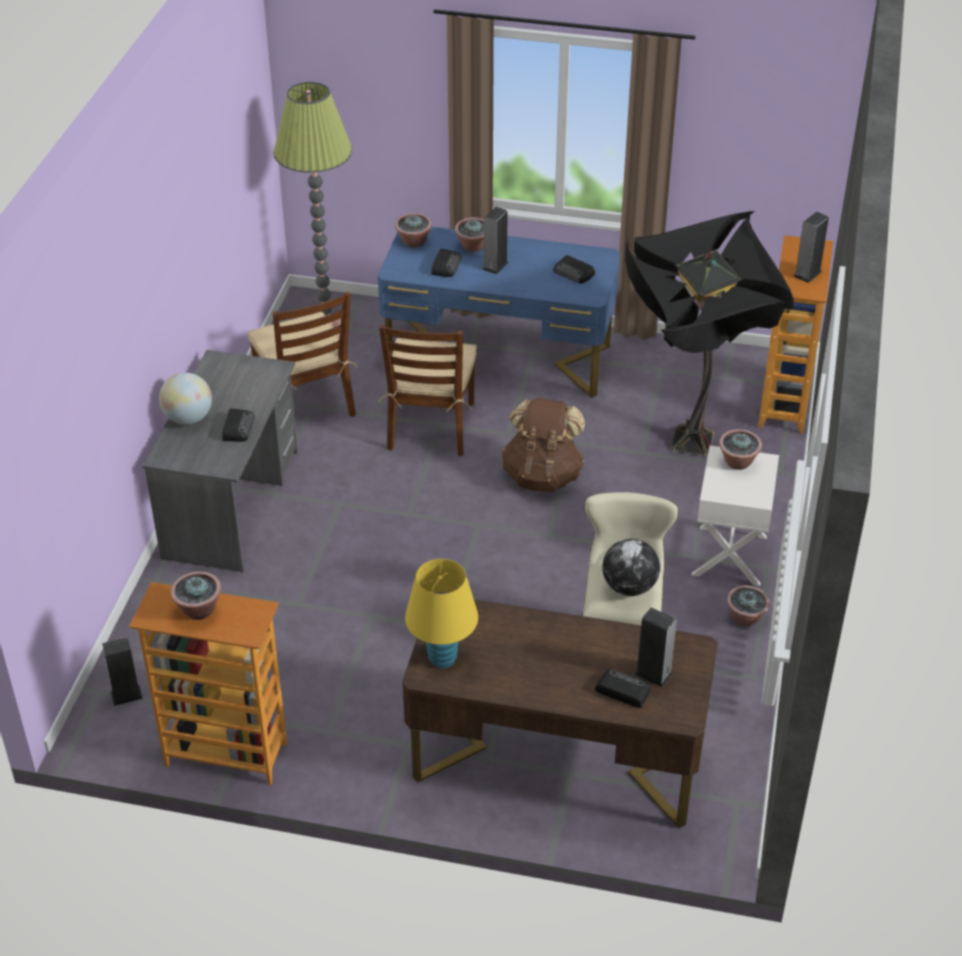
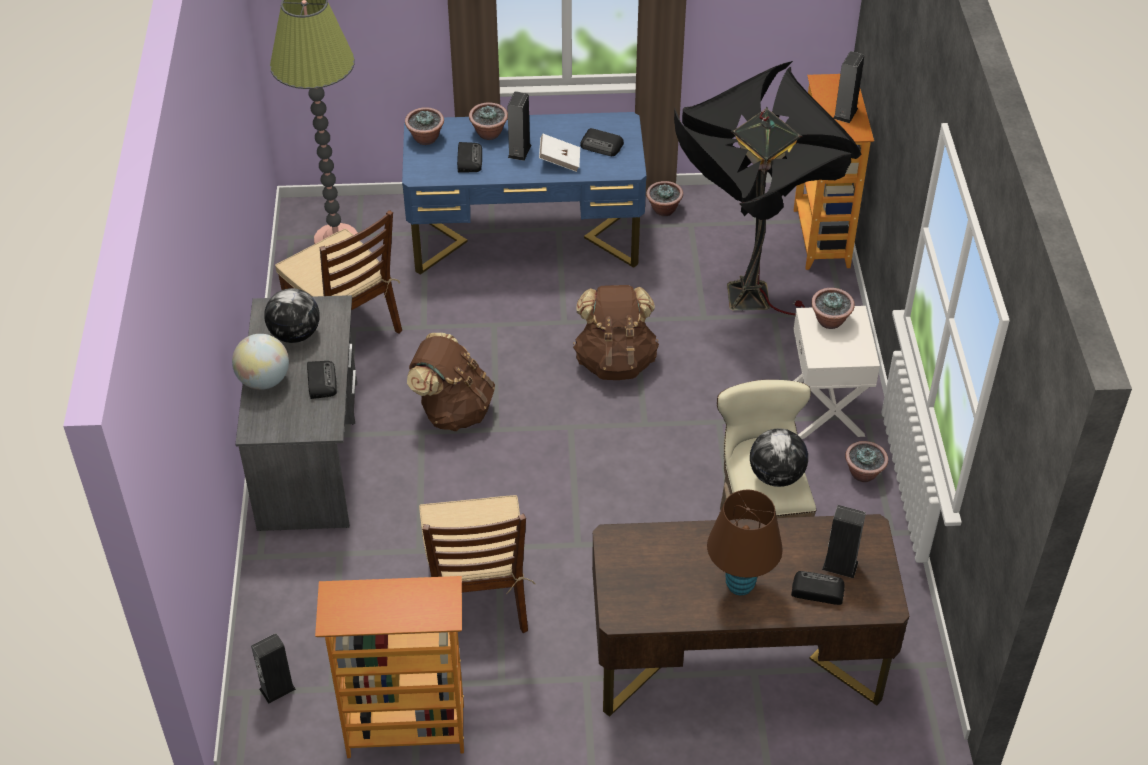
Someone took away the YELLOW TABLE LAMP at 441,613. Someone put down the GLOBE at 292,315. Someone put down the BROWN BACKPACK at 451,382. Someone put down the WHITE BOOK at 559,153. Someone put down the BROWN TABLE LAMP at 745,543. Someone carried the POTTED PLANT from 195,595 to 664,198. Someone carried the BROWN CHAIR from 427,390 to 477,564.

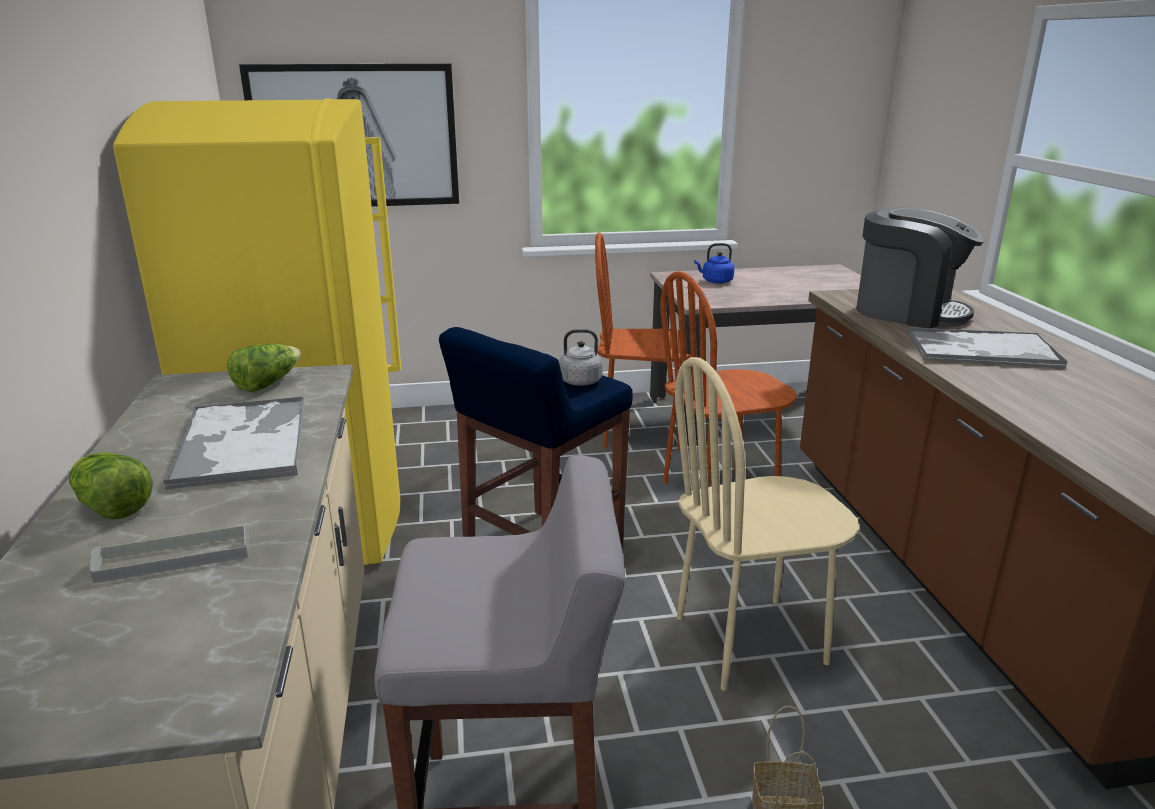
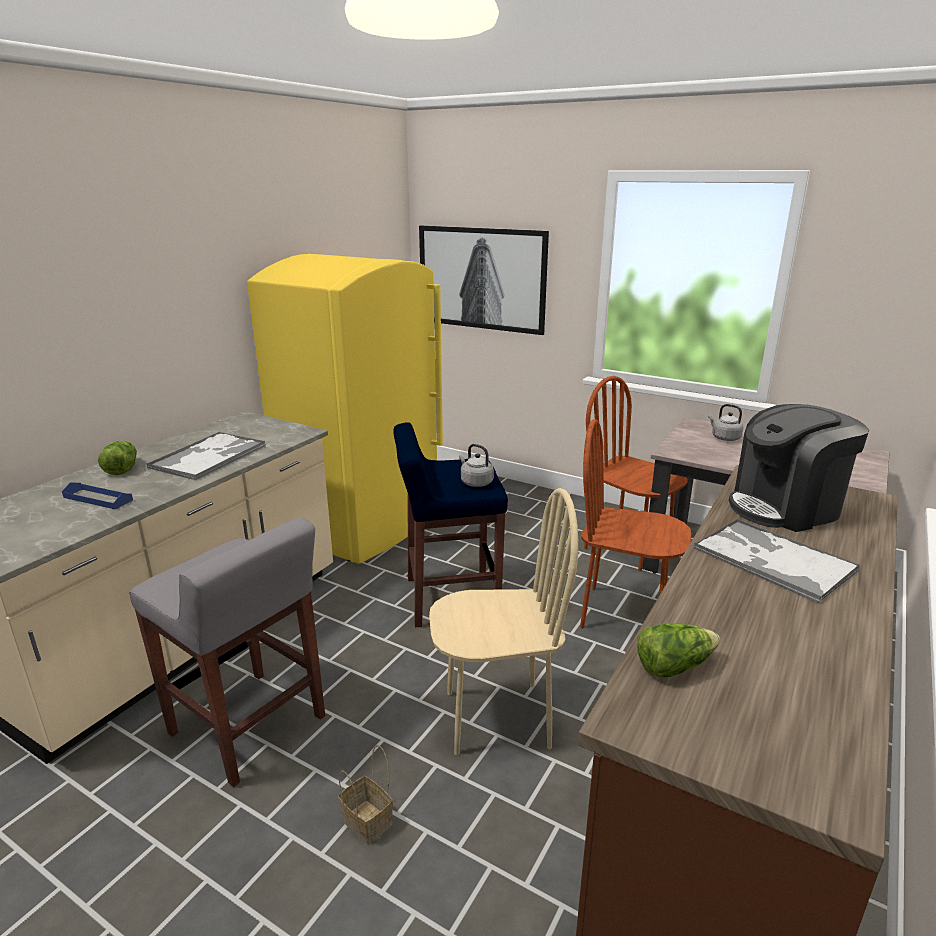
Someone carried the LETTUCE from 264,368 to 678,650. Someone repainted the GREY TRAY at 170,553, which became the BLUE TRAY at 97,496. Someone repainted the BLUE KETTLE at 714,263, which became the GREY KETTLE at 725,422. Someone rotated the BEIGE CHAIR at 767,524 by 150 degrees clockwise. Someone rotated the COFFEE MACHINE at 920,267 by 90 degrees clockwise.

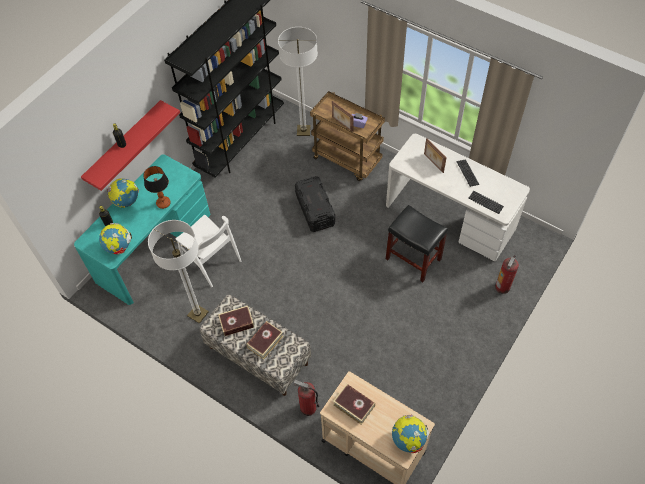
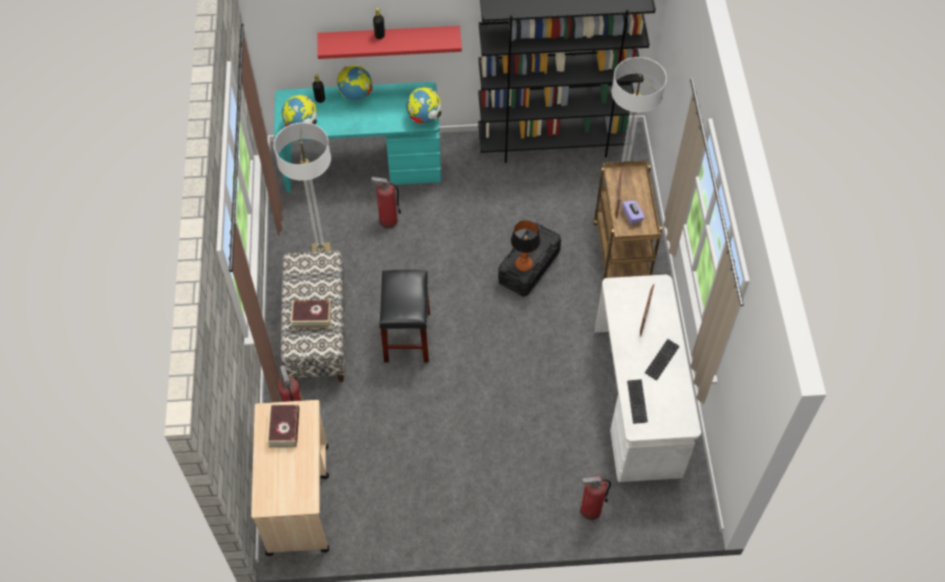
Someone took away the BOOK at 236,321. Someone carried the TABLE LAMP from 157,187 to 526,245. Someone carried the BLACK STOOL from 417,243 to 404,316. Someone carried the GLOBE from 410,434 to 423,105. Someone swapped the WHITE CHAIR at 208,251 for the FIRE EXTINGUISHER at 386,203.

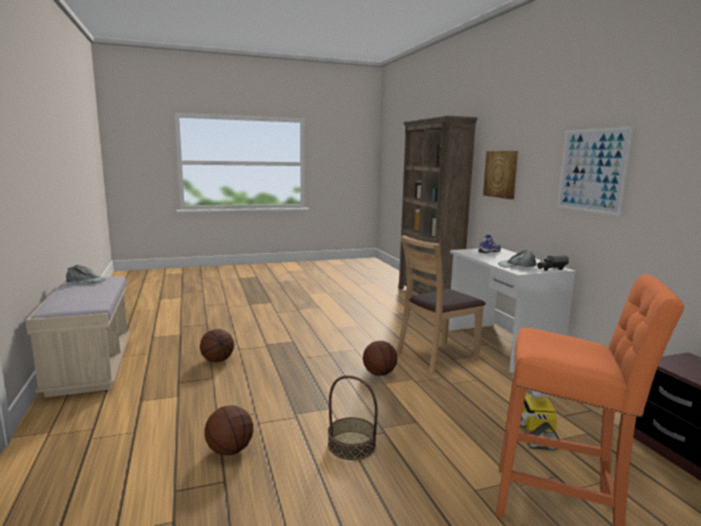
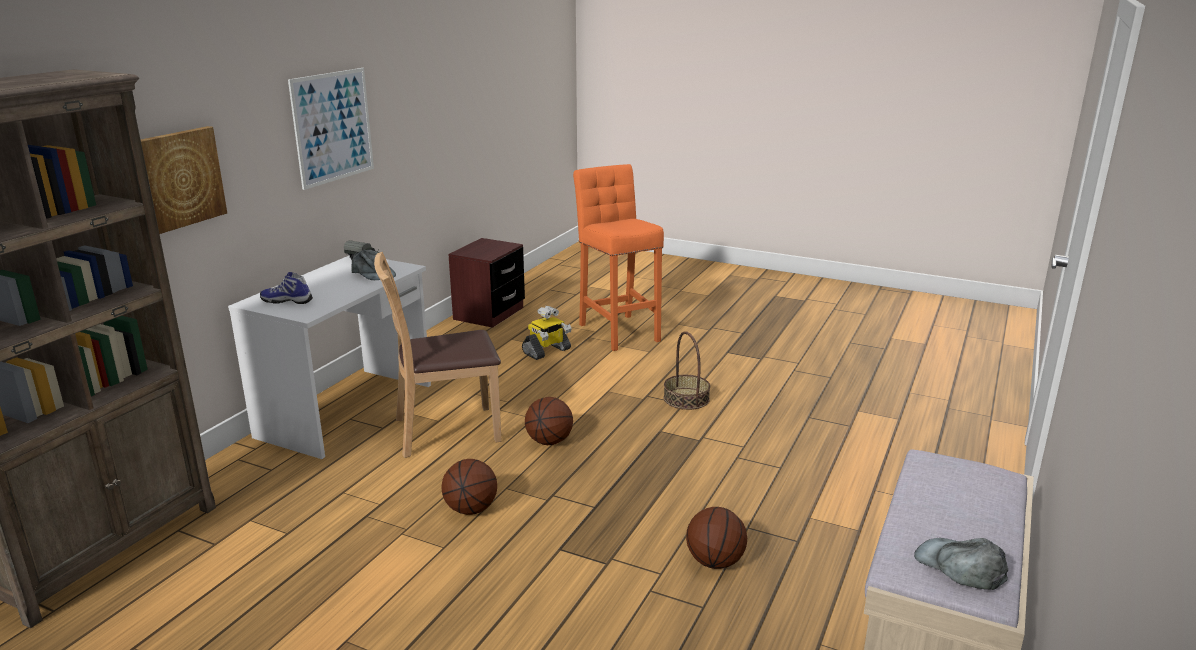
Someone carried the BASKETBALL from 228,430 to 469,487. Someone rotated the BROWN CHAIR at 441,304 by 150 degrees clockwise.

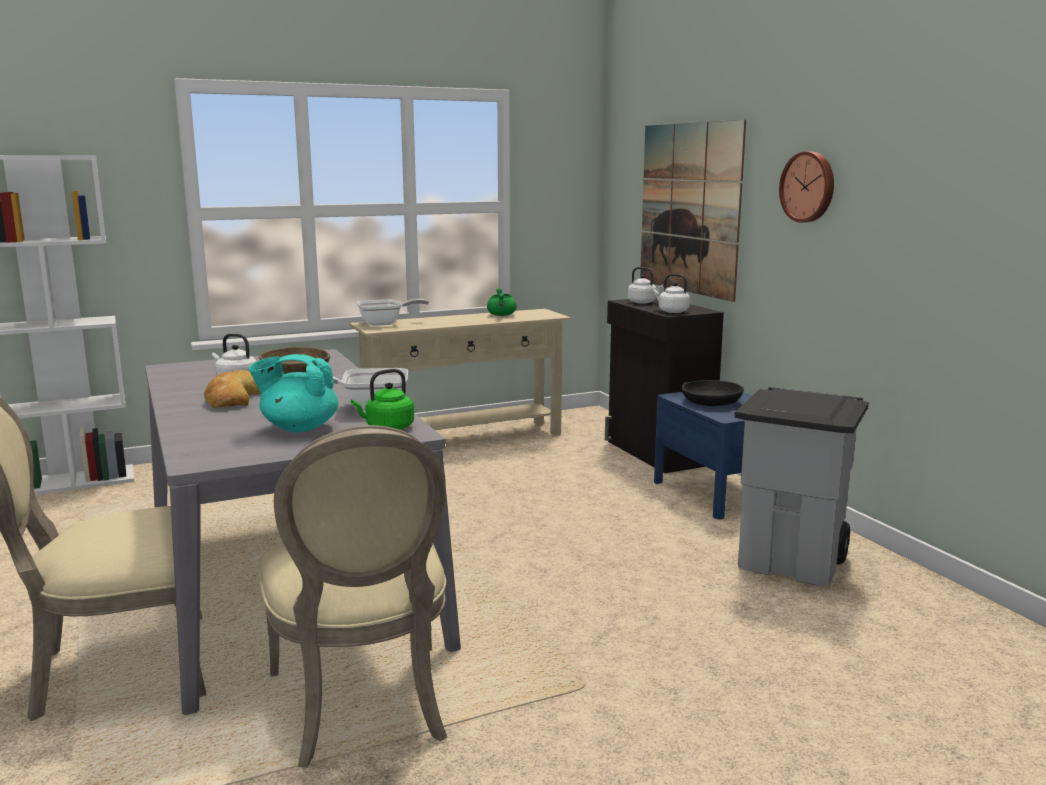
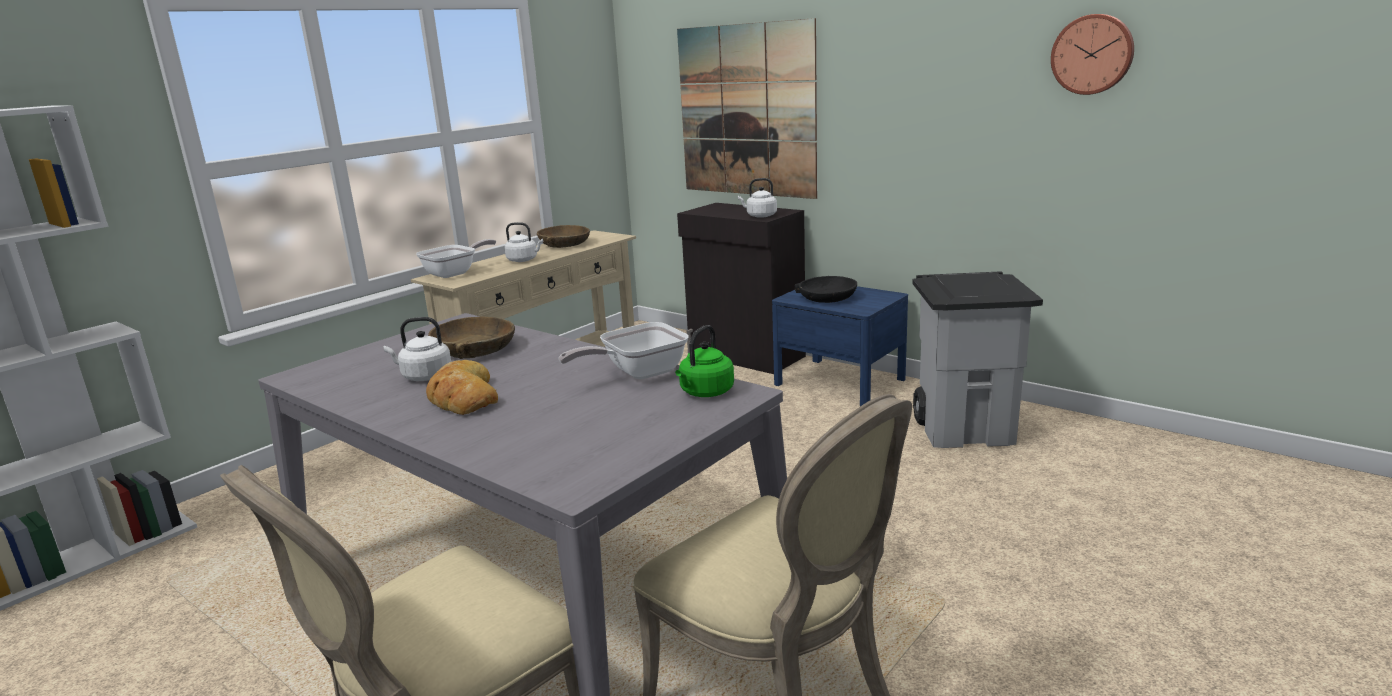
Someone took away the TURQUOISE TEAPOT at 293,393. Someone carried the WHITE KETTLE from 645,285 to 523,242. Someone carried the WALL CLOCK from 806,187 to 1092,54. Someone swapped the GREEN COOKING POT at 502,302 for the BROWN BOWL at 563,236.

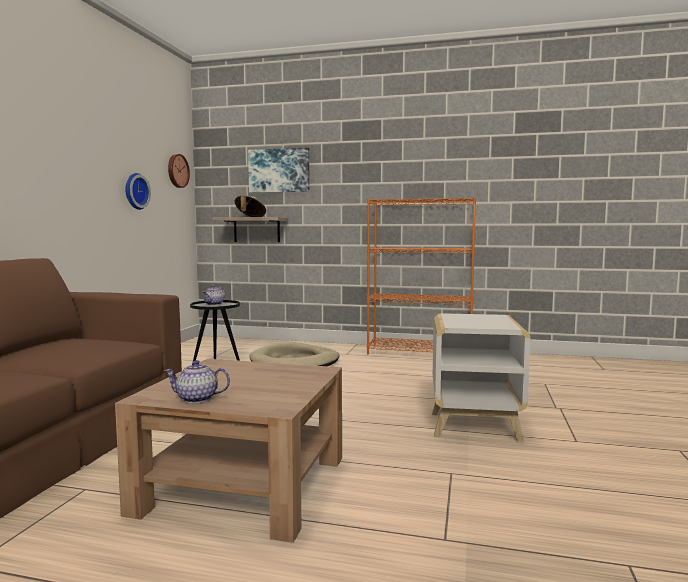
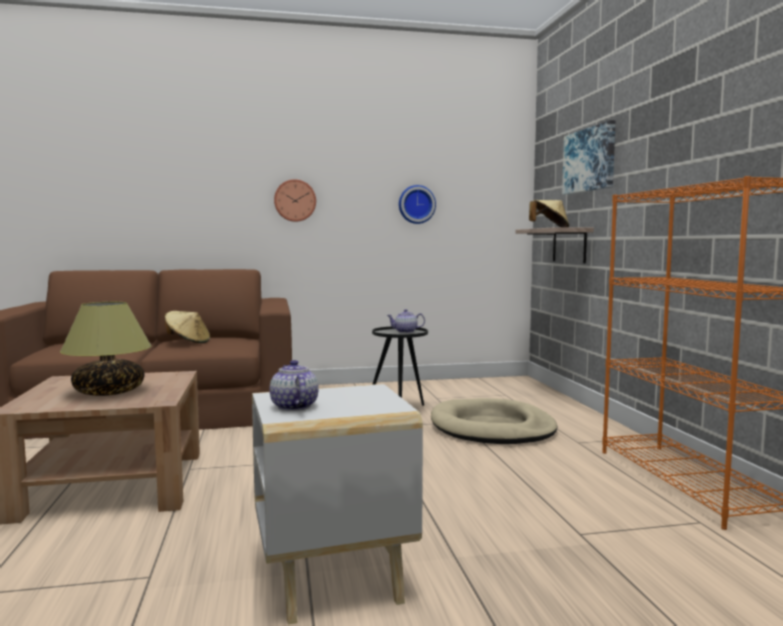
Someone put down the TABLE LAMP at 106,349. Someone put down the BEIGE HAT at 187,327. Someone carried the TEAPOT from 197,381 to 294,385. Someone carried the WALL CLOCK from 179,171 to 295,200.

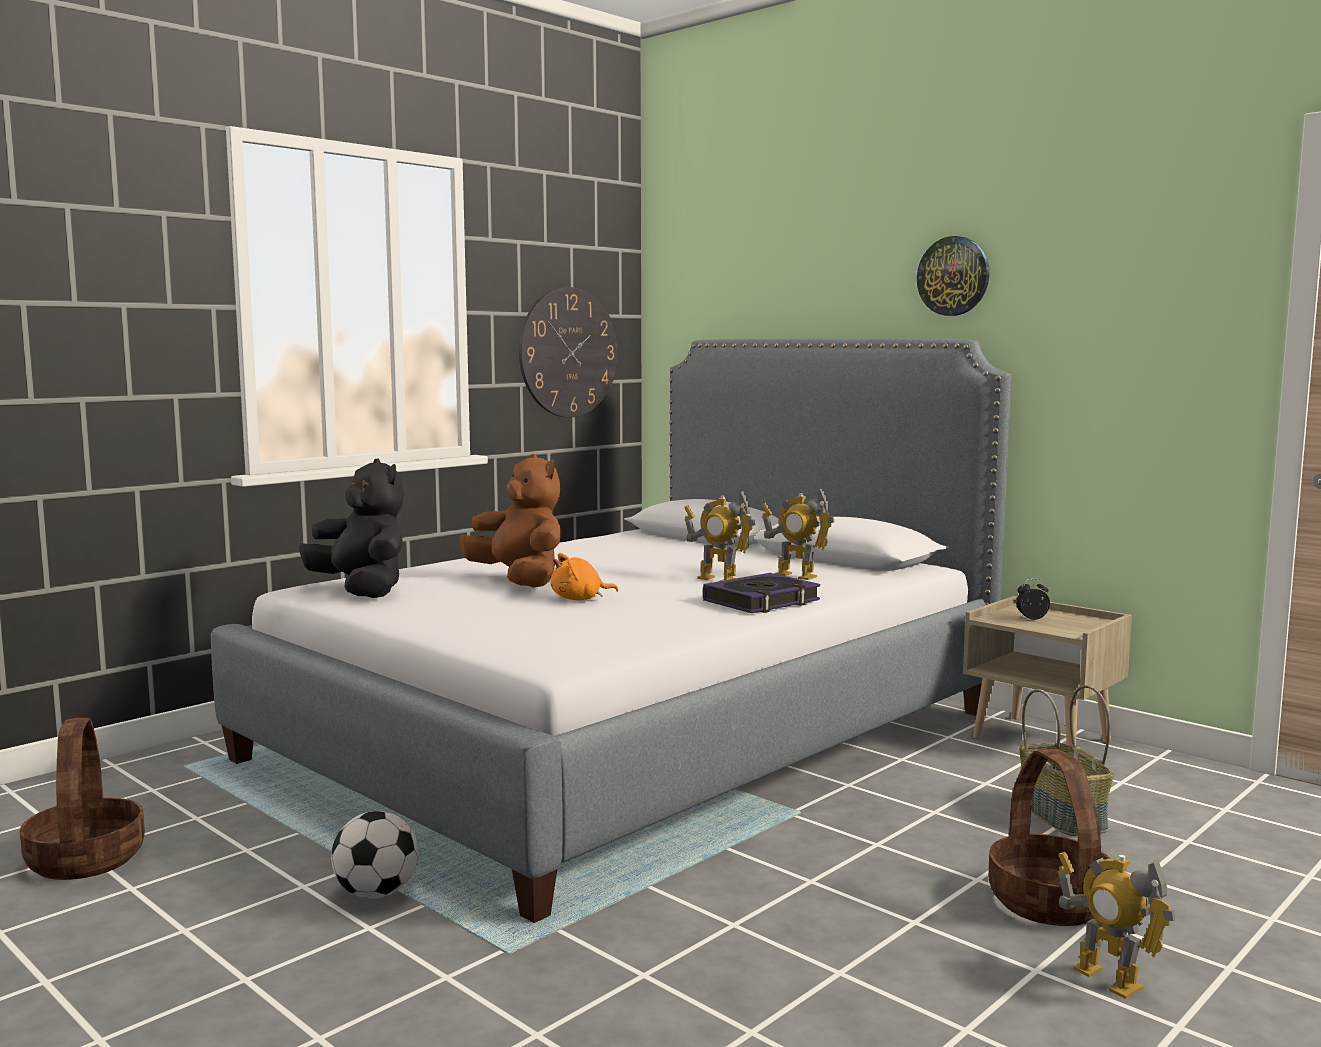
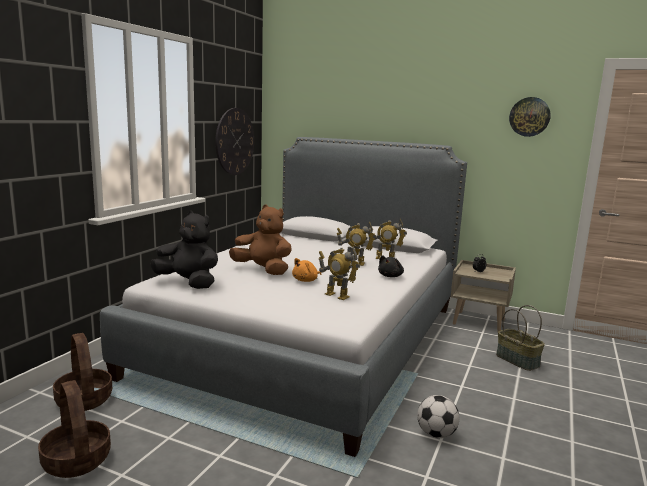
Someone carried the FOOTBALL from 374,855 to 438,416. Someone carried the WALL CLOCK from 953,276 to 530,117. Someone carried the BASKET from 1049,837 to 82,372. Someone carried the TOY ROBOT from 1116,925 to 339,273. Someone swapped the BOOK at 761,593 for the BLACK PLUSH TOY at 391,266.

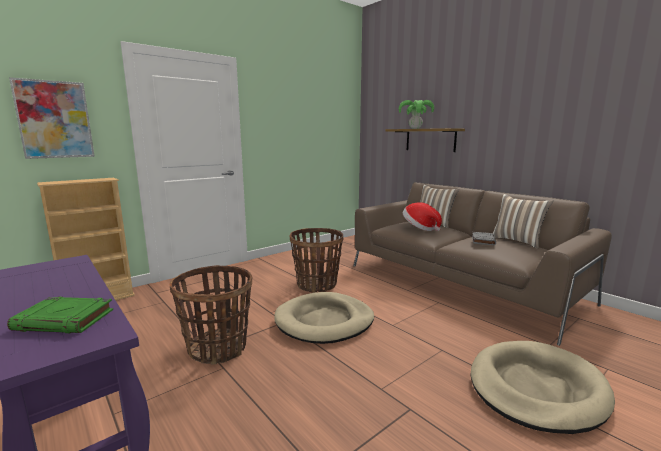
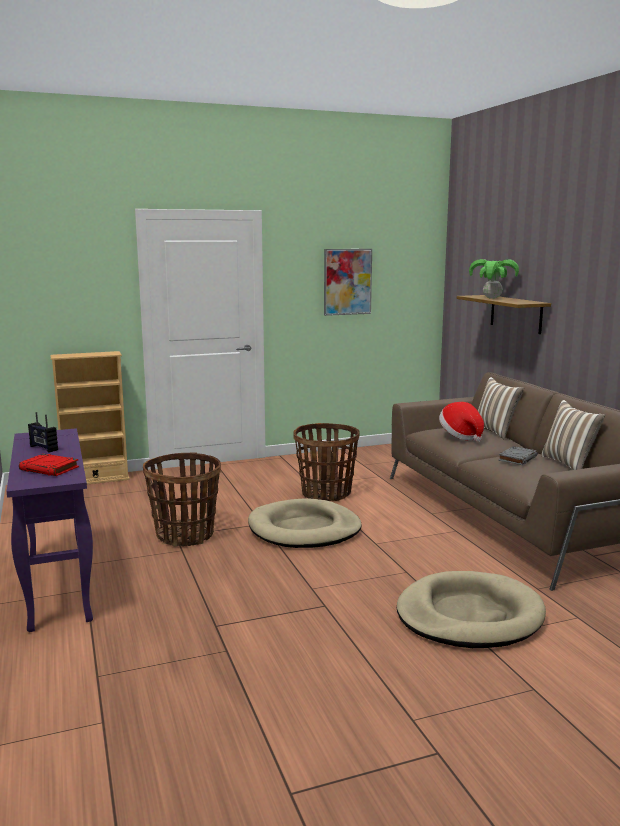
Someone put down the RADIO at 43,432. Someone carried the PICTURE from 52,118 to 348,282. Someone repainted the GREEN BOOK at 60,315, which became the RED BOOK at 49,465.

